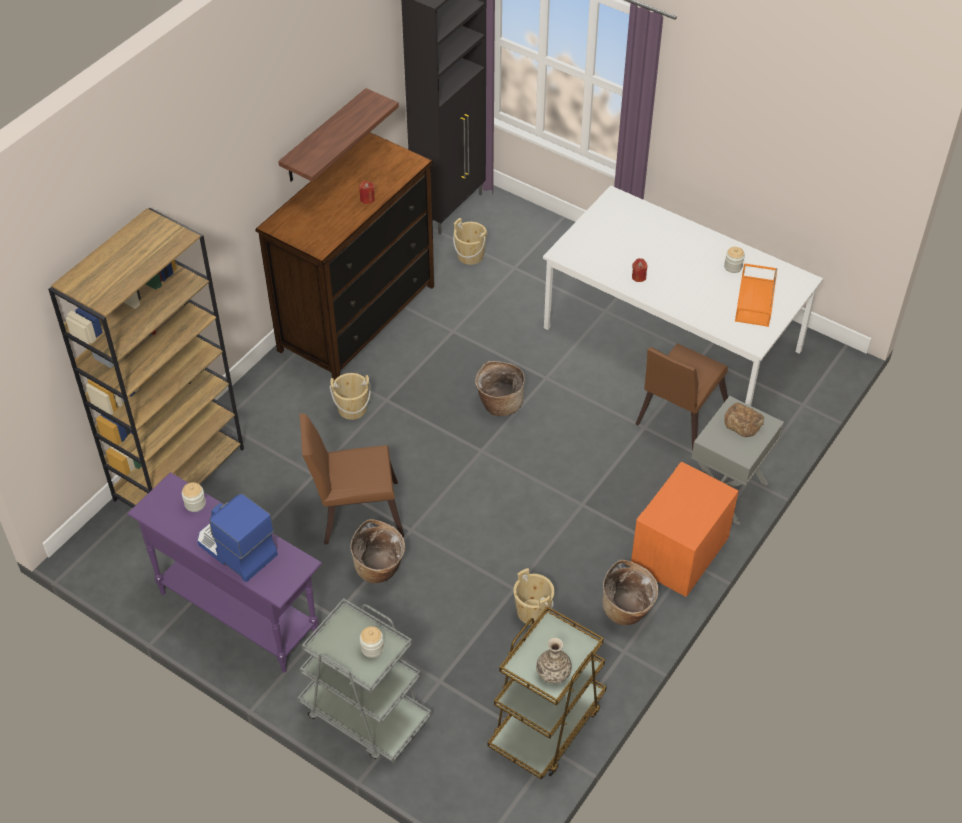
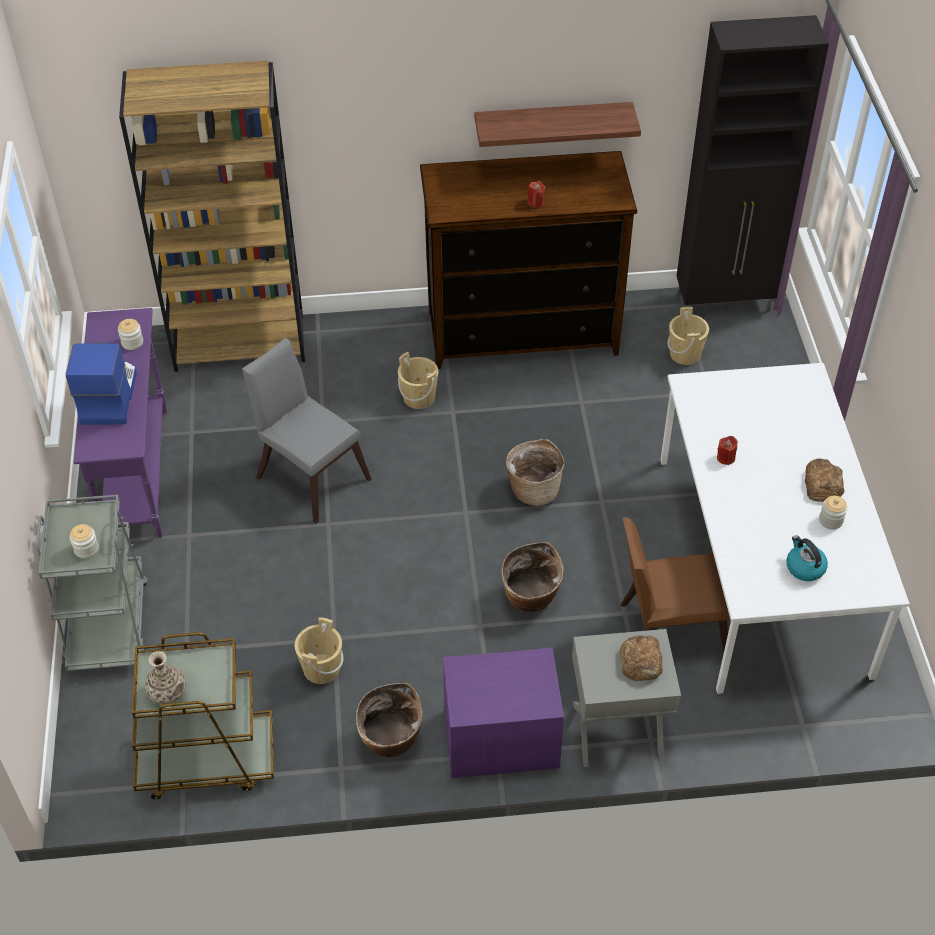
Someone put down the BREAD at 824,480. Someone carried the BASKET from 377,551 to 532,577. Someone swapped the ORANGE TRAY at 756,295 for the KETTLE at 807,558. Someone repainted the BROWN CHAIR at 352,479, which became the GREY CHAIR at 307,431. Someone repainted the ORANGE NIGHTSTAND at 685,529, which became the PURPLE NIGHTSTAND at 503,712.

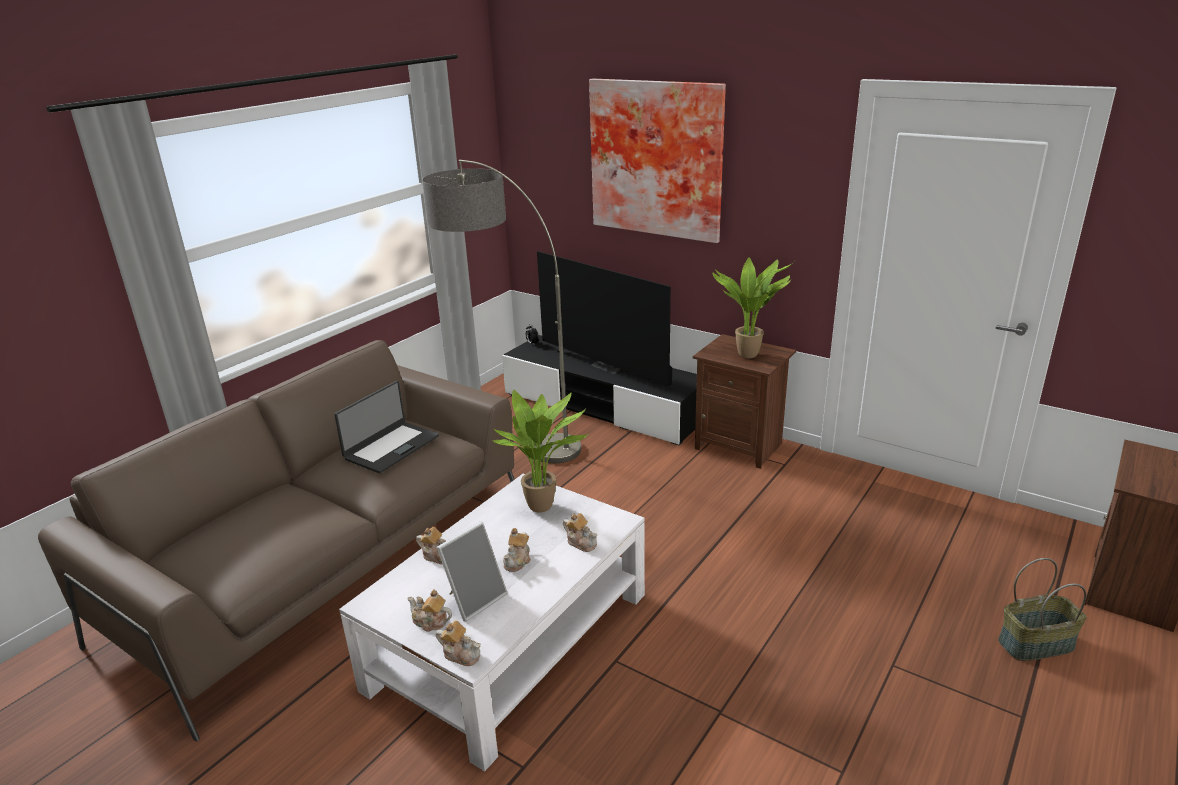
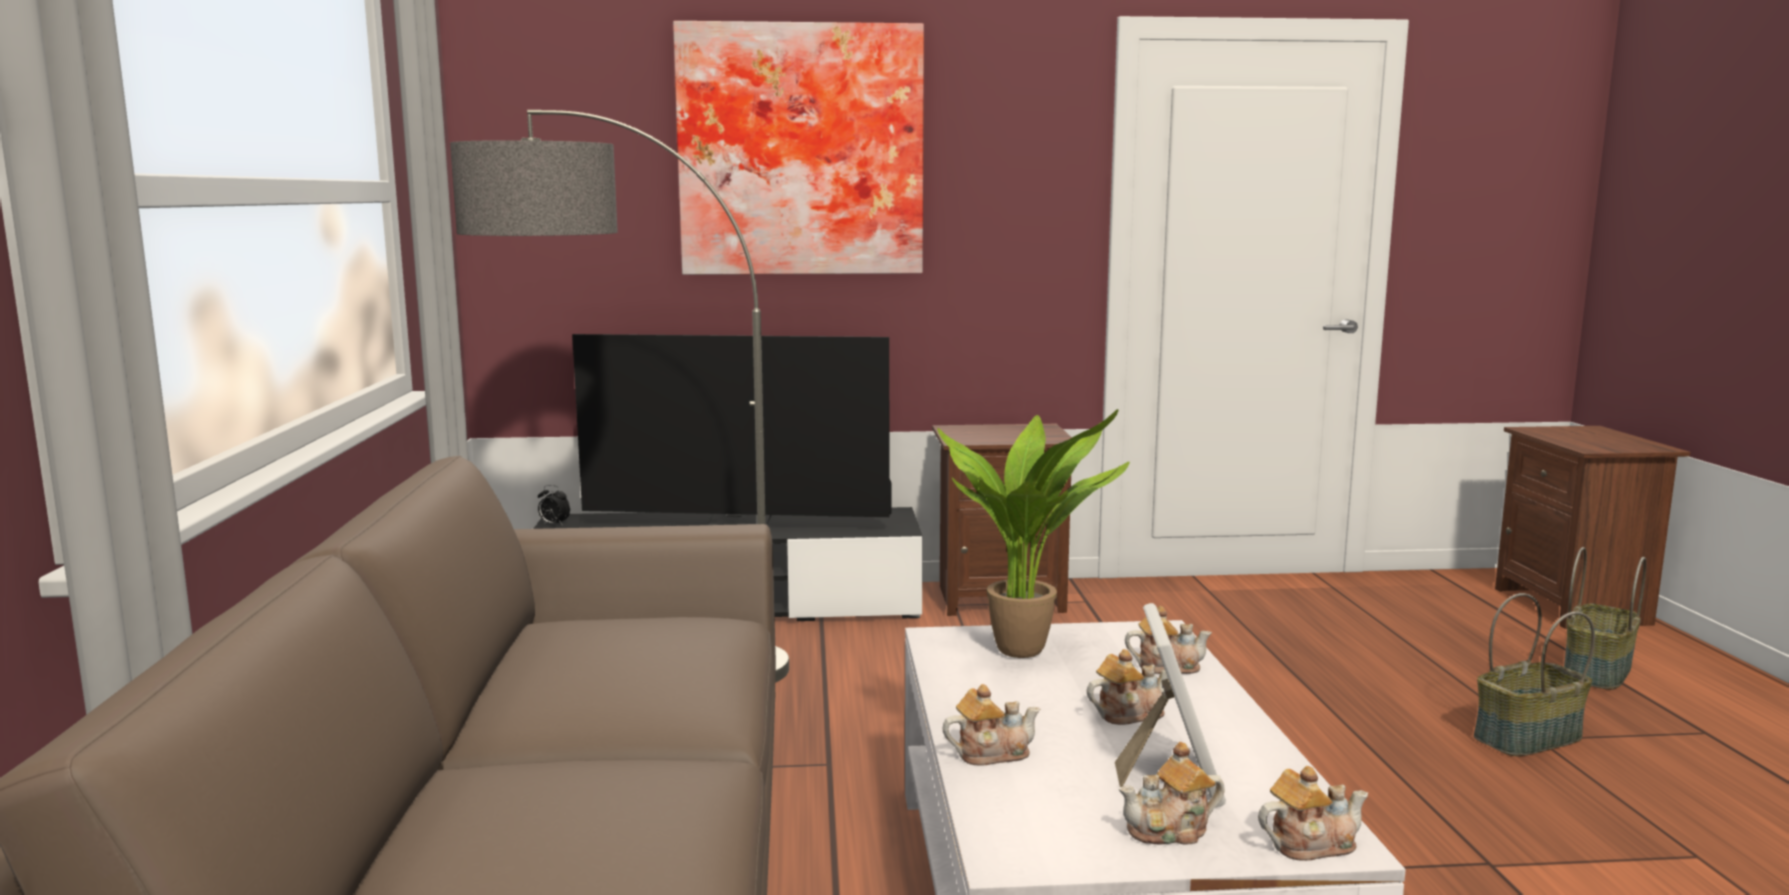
Someone took away the LAPTOP at 386,427. Someone took away the POTTED PLANT at 753,307. Someone put down the BASKET at 1534,674. Someone rotated the TEAPOT at 517,550 by 90 degrees counterclockwise.

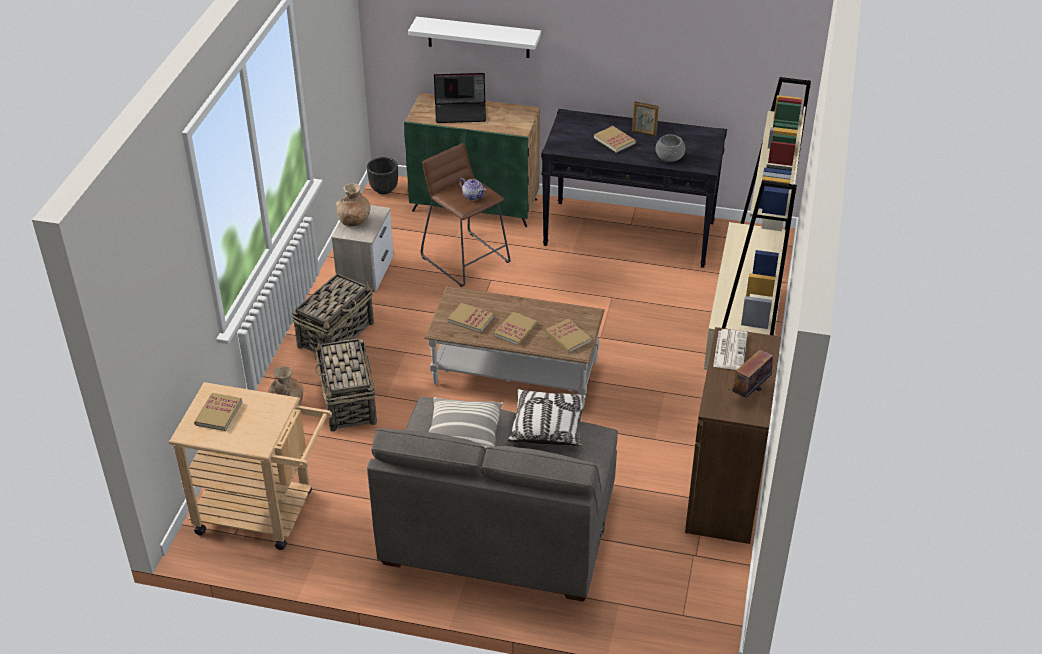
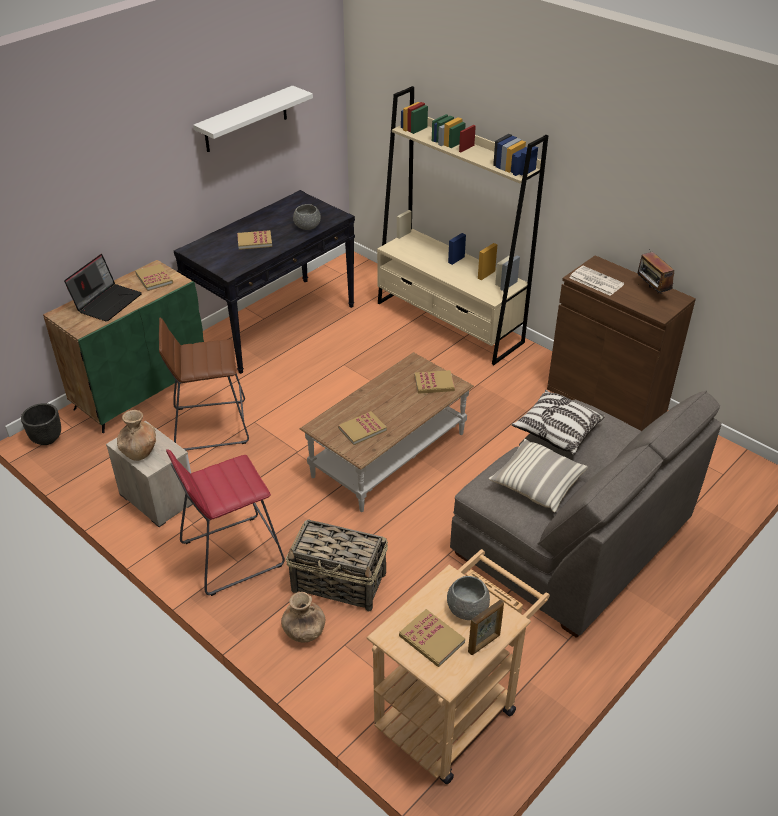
Someone took away the TEAPOT at 472,189. Someone put down the GREY BOWL at 468,598. Someone carried the WHITE SHELF from 474,37 to 253,119. Someone carried the BOOK from 516,329 to 154,277. Someone carried the PICTURE FRAME from 645,118 to 486,627. Someone swapped the BASKET at 332,313 for the RED STOOL at 225,522.

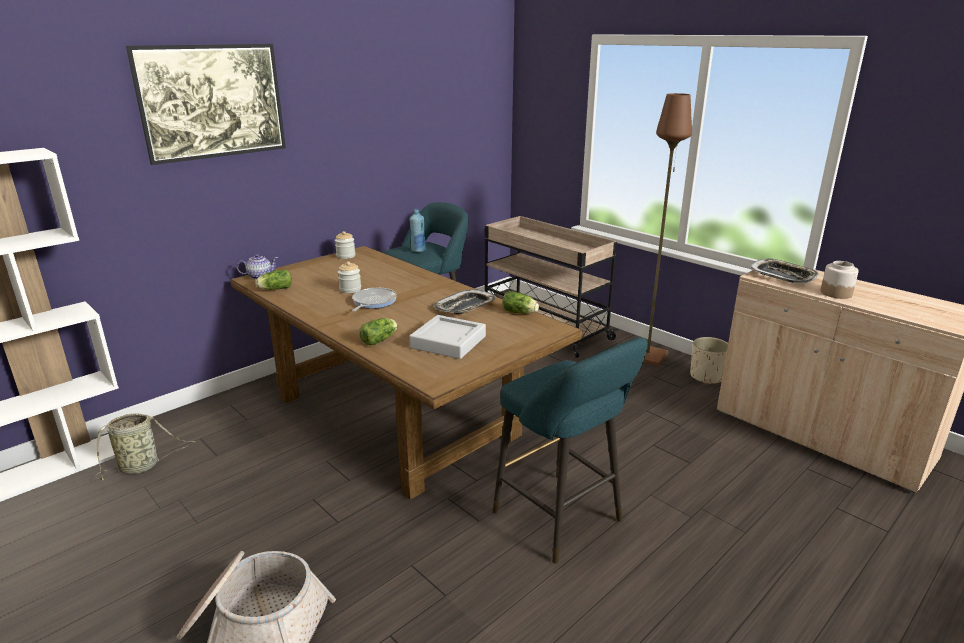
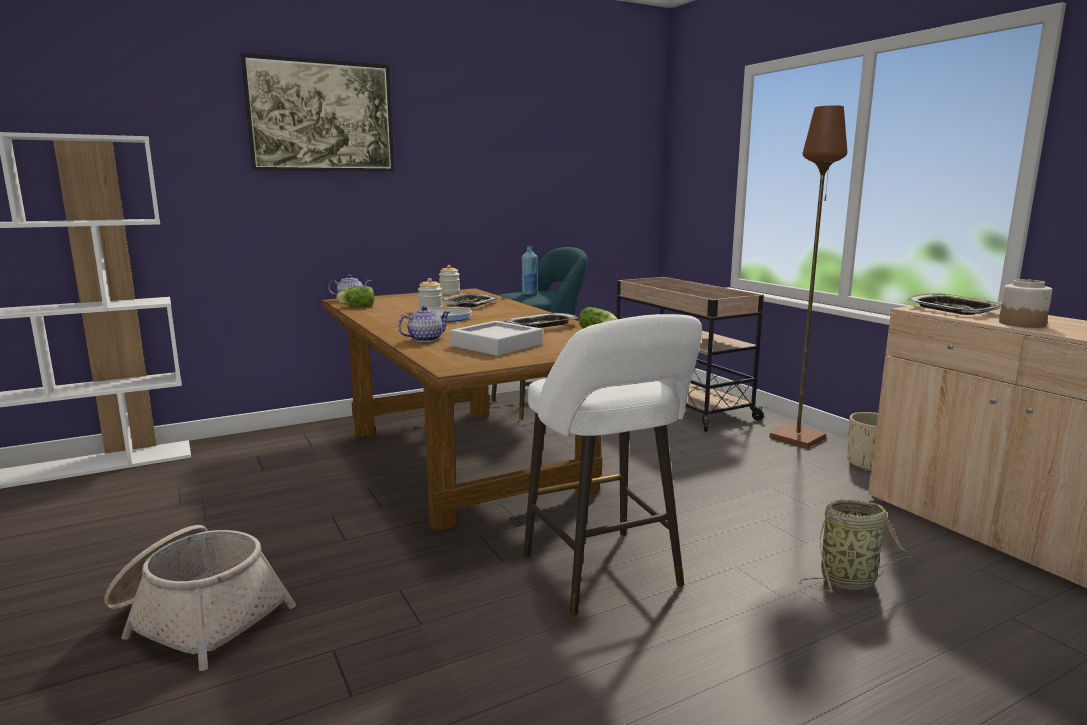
Someone put down the TRAY at 469,300. Someone carried the BASKET from 145,447 to 857,546. Someone swapped the LETTUCE at 378,331 for the TEAPOT at 424,324. Someone repainted the TURQUOISE STOOL at 570,450, which became the WHITE STOOL at 612,464.

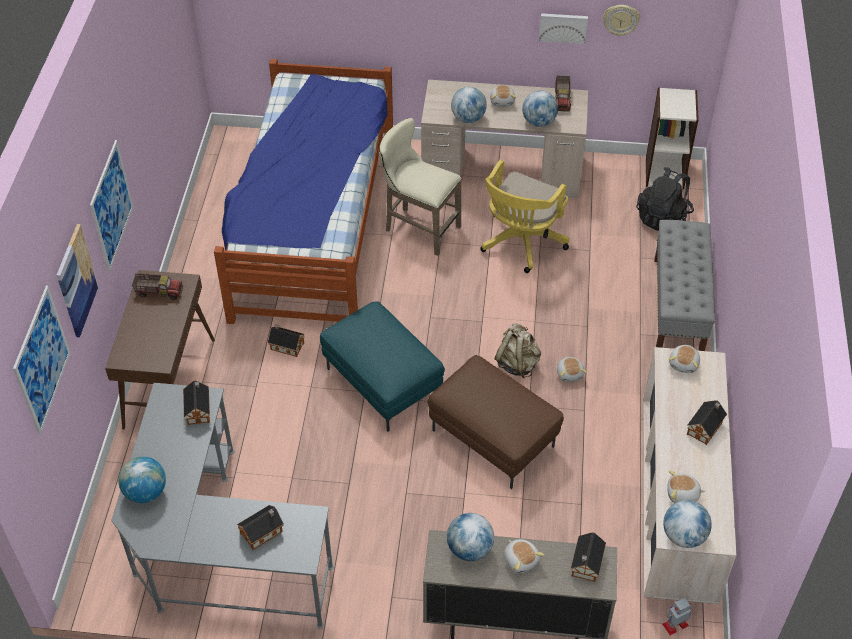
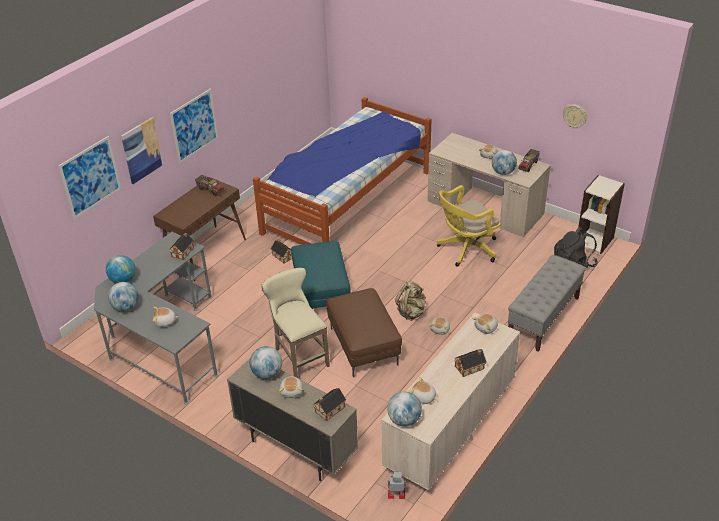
Someone took away the PICTURE at 563,28. Someone carried the BEIGE STOOL from 420,187 to 296,322. Someone carried the GLOBE from 469,105 to 123,297. Someone swapped the TOY HOUSE at 260,527 for the PLUSH TOY at 166,317.

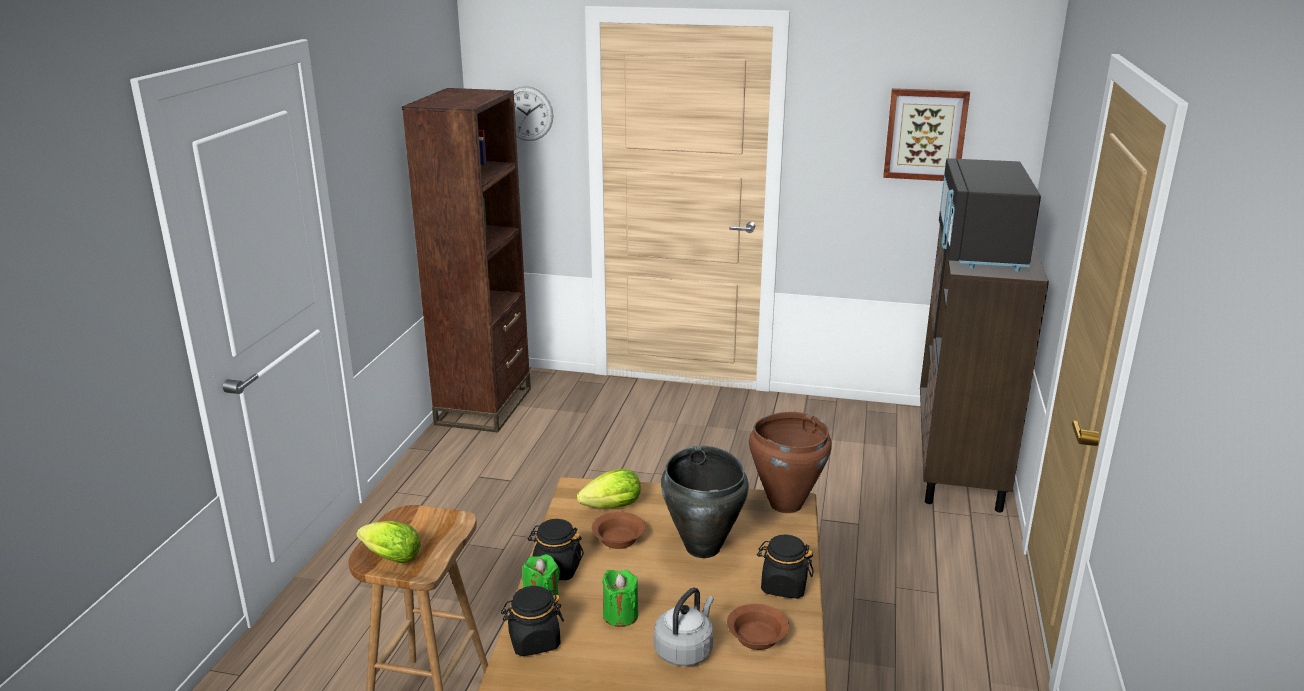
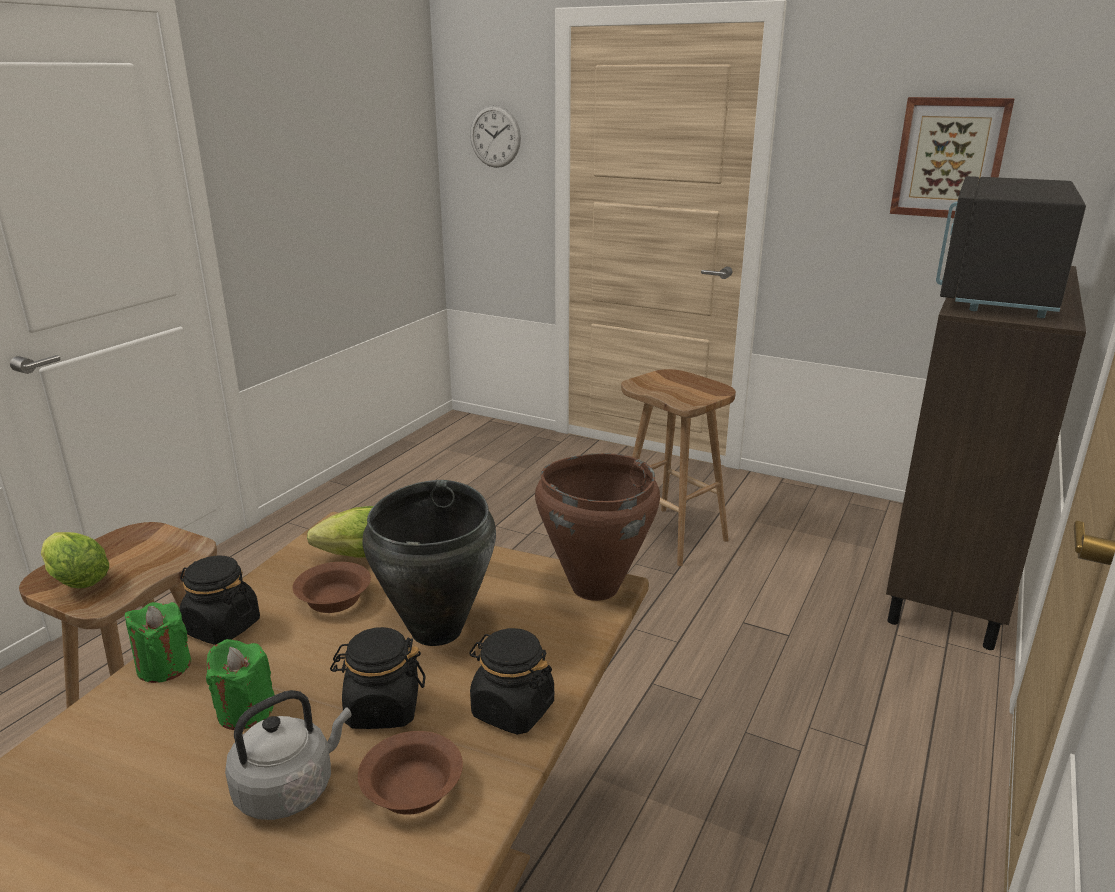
Someone took away the BROWN BOOKCASE at 466,260. Someone put down the BROWN STOOL at 678,467. Someone carried the BLACK JAR from 532,621 to 378,678.

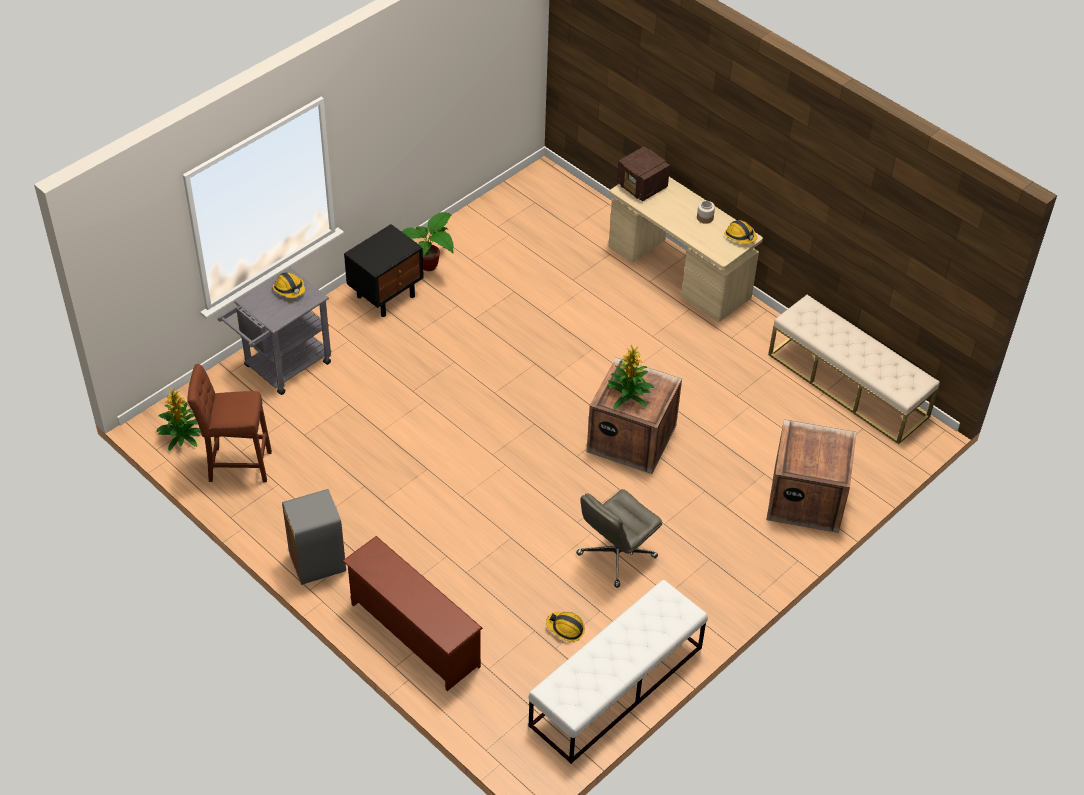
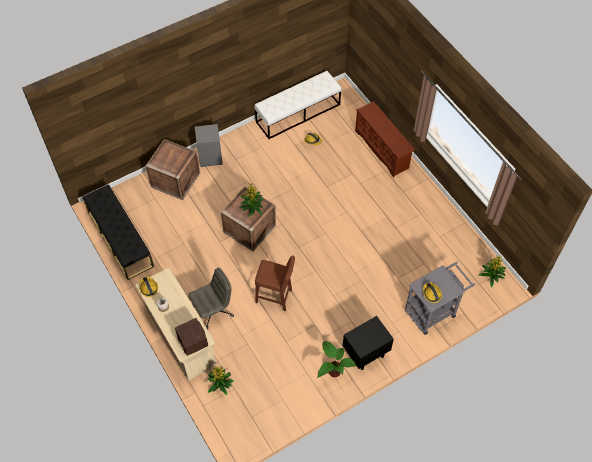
Someone put down the POTTED PLANT at 221,380. Someone carried the BROWN STOOL from 230,423 to 275,283. Someone carried the GREY TRASH CAN from 314,537 to 209,145. Someone carried the GREY OFFICE CHAIR from 619,538 to 211,299. Someone repainted the BEIGE BENCH at 854,369, which became the BLACK BENCH at 118,232.

